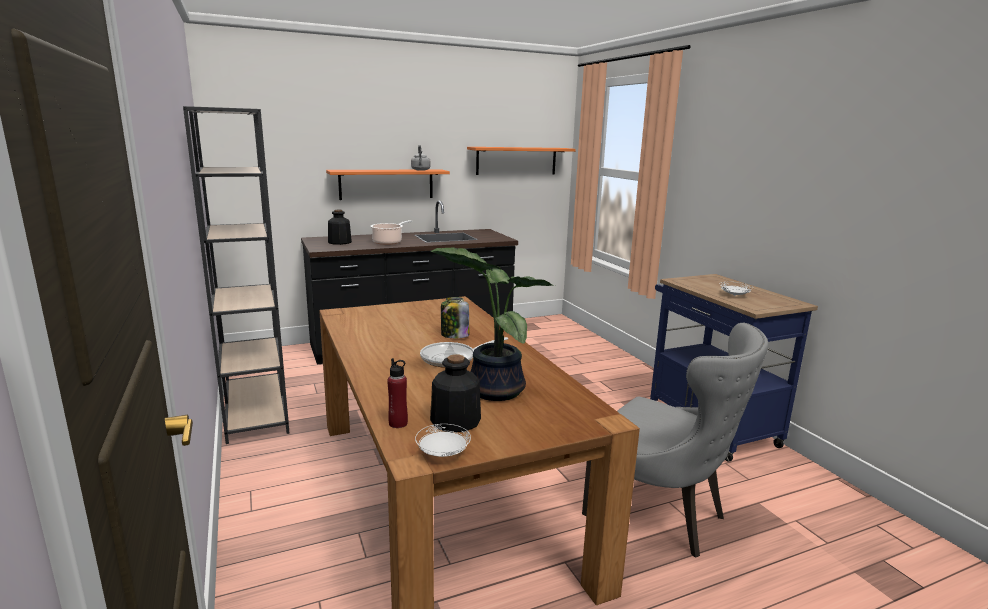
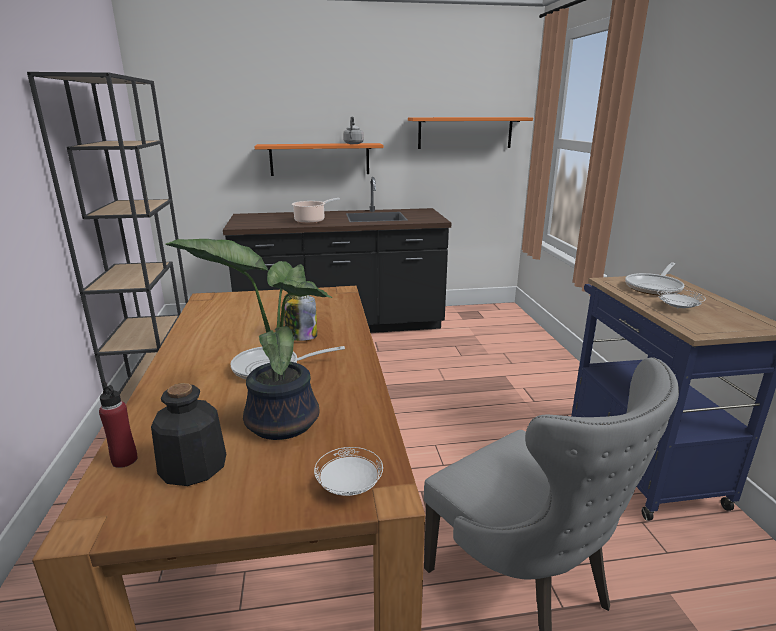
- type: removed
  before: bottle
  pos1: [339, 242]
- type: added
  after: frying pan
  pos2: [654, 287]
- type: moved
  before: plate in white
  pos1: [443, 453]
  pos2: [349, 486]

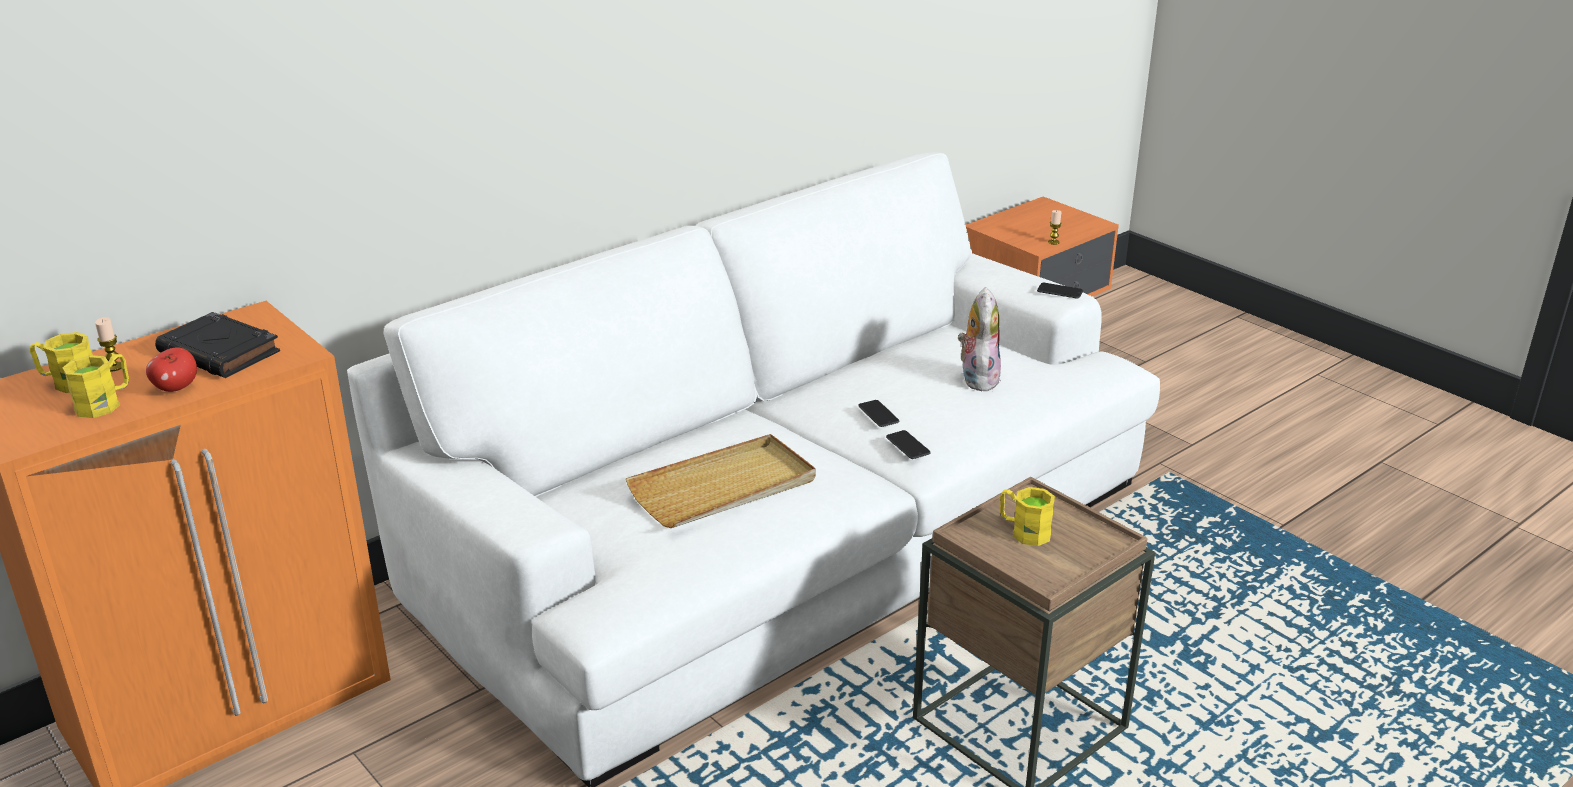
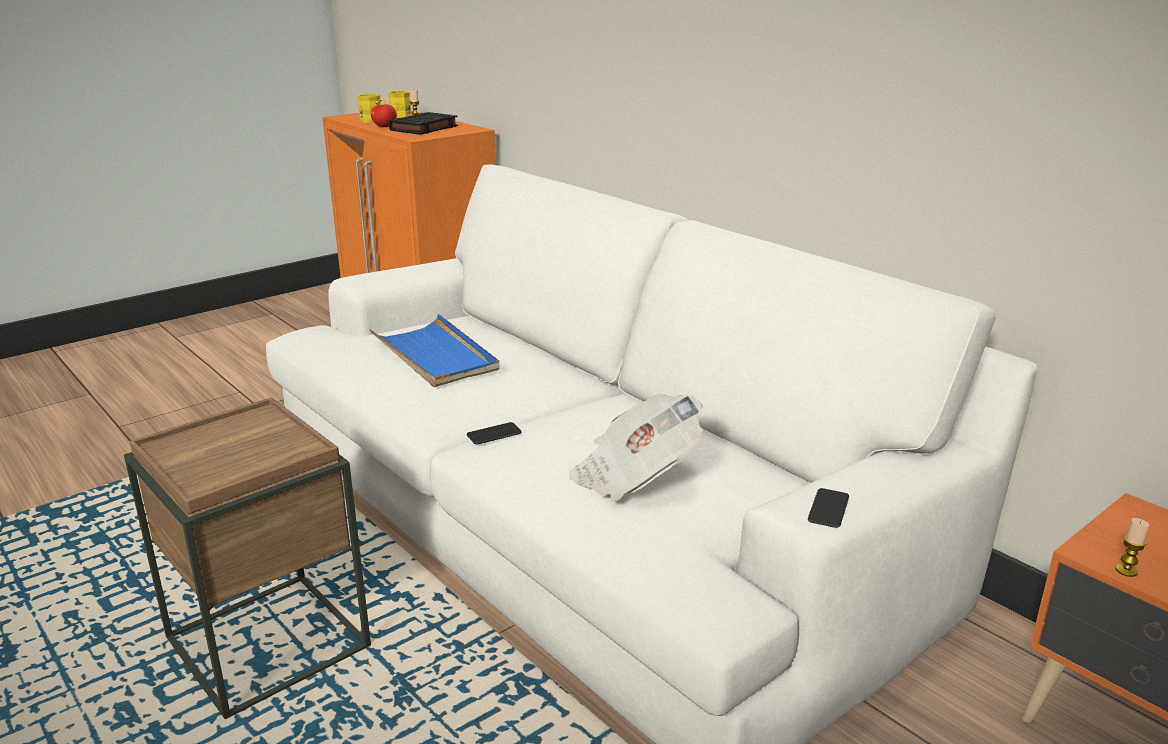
- type: removed
  before: phone
  pos1: [878, 414]
- type: removed
  before: mug in yellow
  pos1: [1023, 531]
- type: replaced
  before: plush toy
  after: newspaper
  pos1: [977, 378]
  pos2: [635, 475]
- type: recoloured
  before: tray in beige
  after: tray in blue
  pos1: [724, 487]
  pos2: [435, 355]

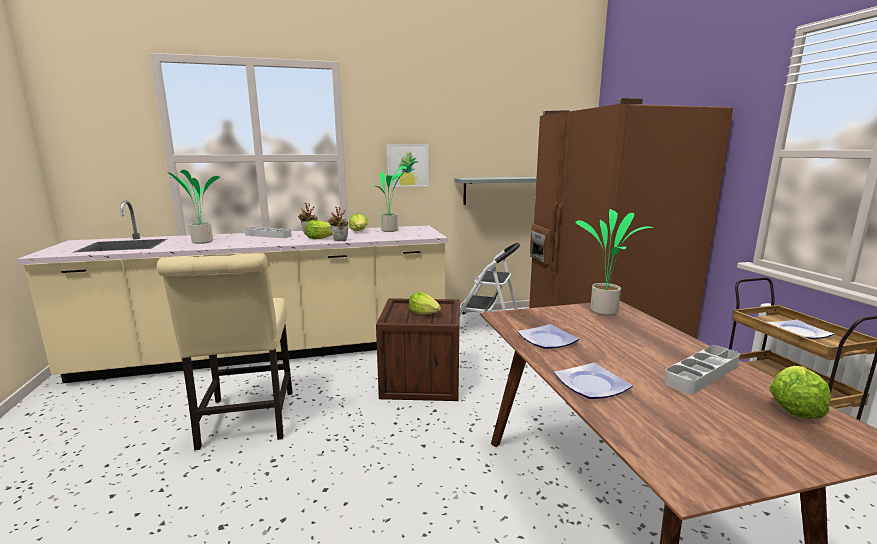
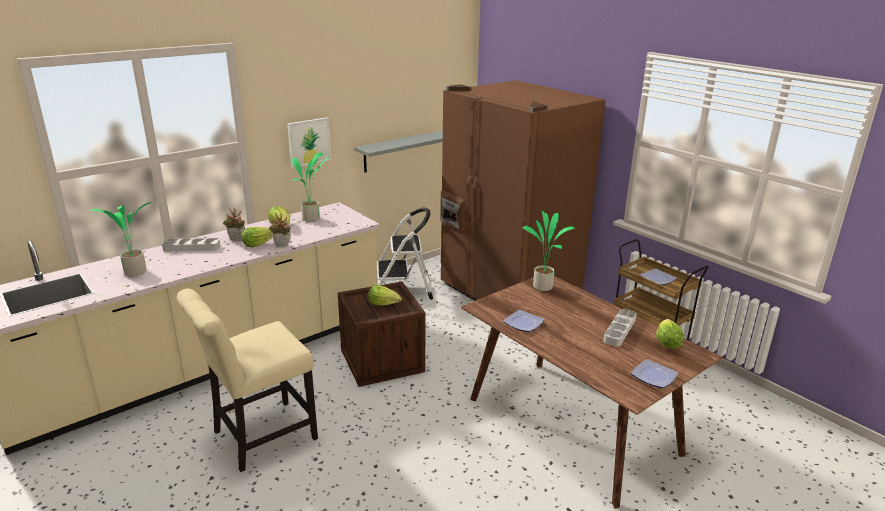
- type: moved
  before: plate
  pos1: [591, 384]
  pos2: [653, 376]
- type: turned
  before: chair in beige
  pos1: [246, 422]
  pos2: [259, 437]
  turn: 90

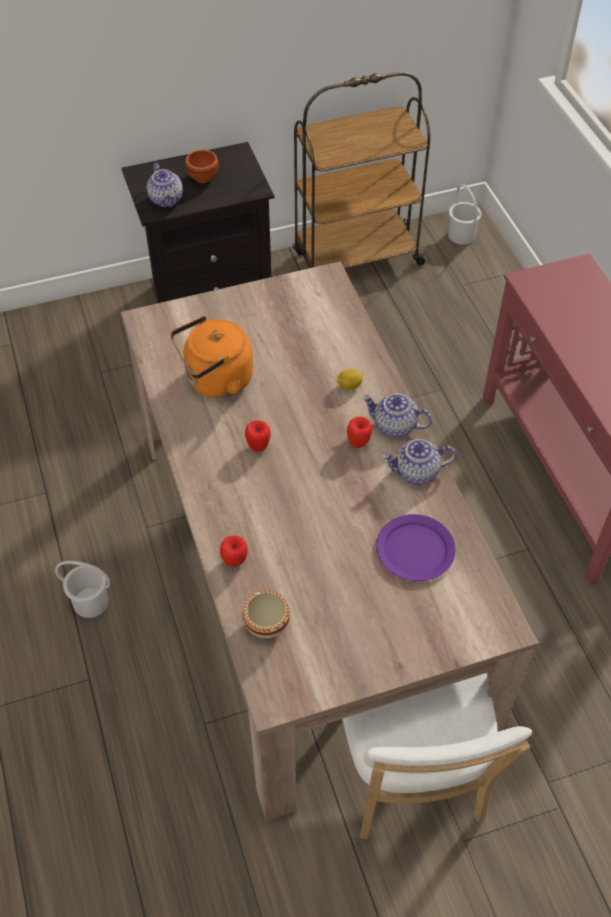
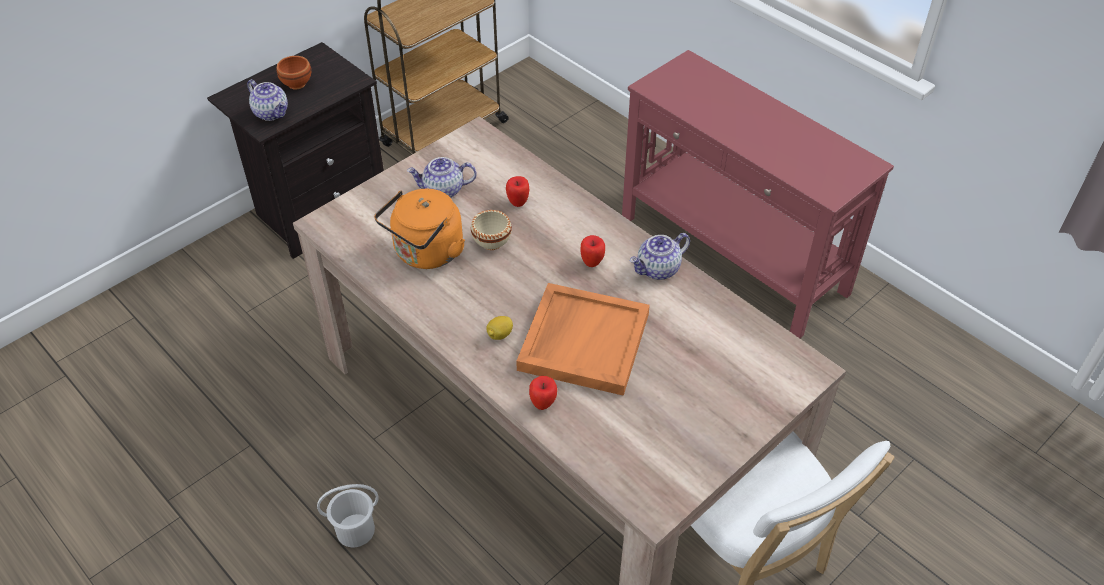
- type: removed
  before: plate in purple
  pos1: [415, 549]
- type: removed
  before: bucket in white
  pos1: [462, 235]
- type: added
  after: tray in orange
  pos2: [583, 340]
- type: moved
  before: bowl in beige
  pos1: [265, 626]
  pos2: [491, 243]
- type: moved
  before: apple
  pos1: [258, 446]
  pos2: [518, 202]
- type: moved
  before: lemon
  pos1: [349, 386]
  pos2: [499, 335]
- type: moved
  before: teapot
  pos1: [394, 426]
  pos2: [443, 190]

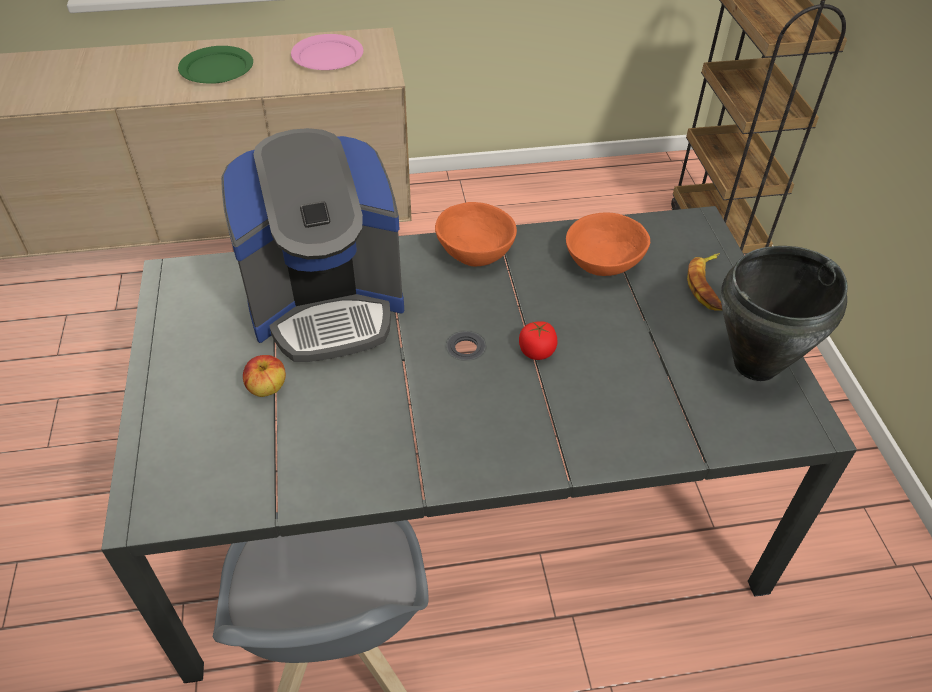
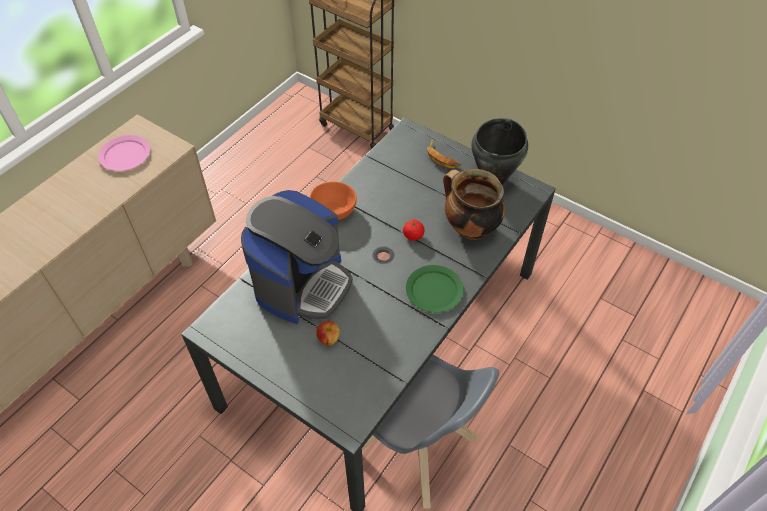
- type: removed
  before: bowl in orange
  pos1: [604, 262]
- type: added
  after: cooking pot
  pos2: [469, 228]
- type: moved
  before: plate in green
  pos1: [217, 69]
  pos2: [434, 290]

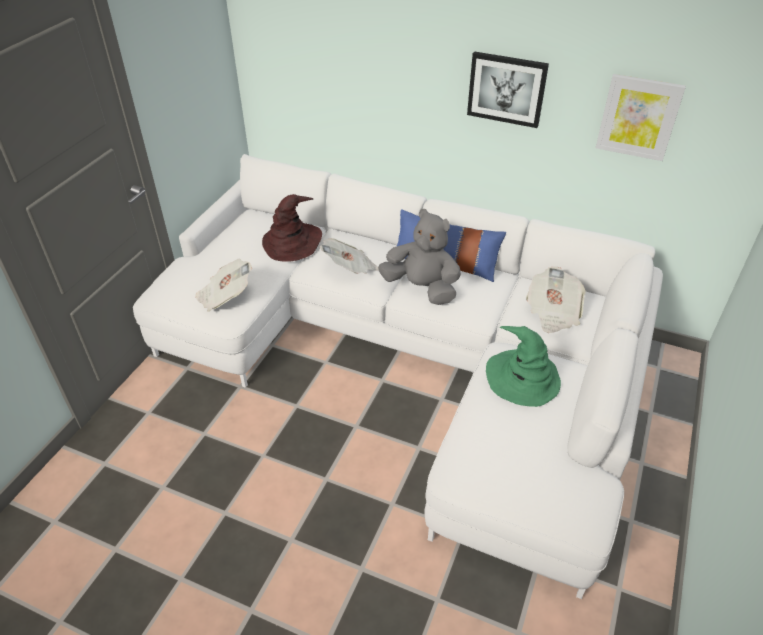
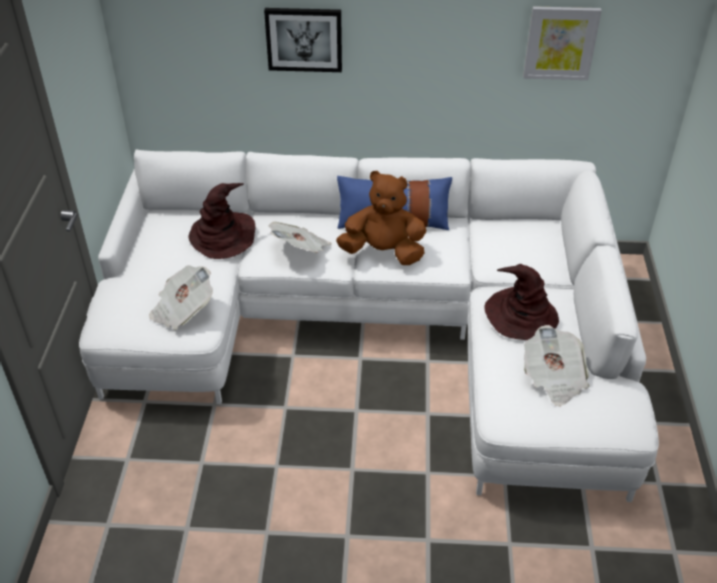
- type: moved
  before: picture
  pos1: [506, 89]
  pos2: [304, 39]
- type: moved
  before: newspaper
  pos1: [552, 313]
  pos2: [553, 378]
- type: recoloured
  before: plush toy in grey
  after: plush toy in brown
  pos1: [422, 288]
  pos2: [383, 252]
- type: recoloured
  before: hat in green
  after: hat in brown
  pos1: [523, 378]
  pos2: [520, 315]

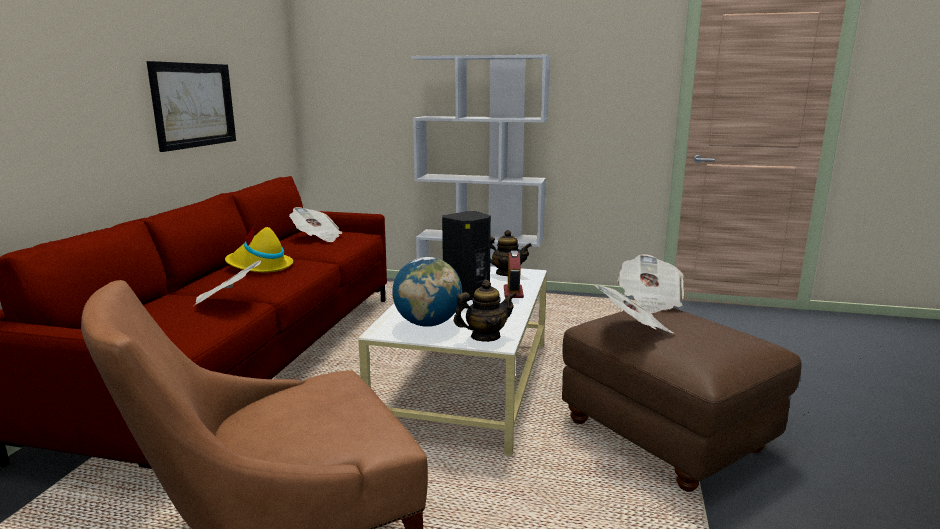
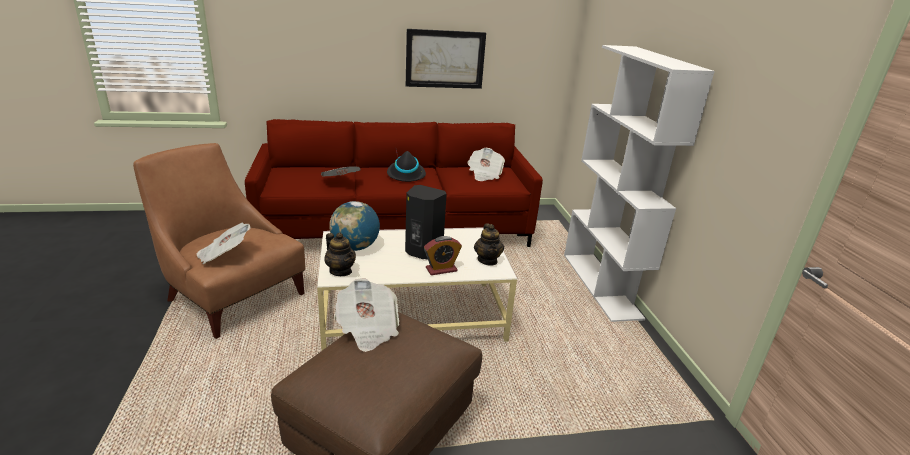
- type: moved
  before: newspaper
  pos1: [649, 301]
  pos2: [224, 255]
- type: recoloured
  before: hat in yellow
  after: hat in black
  pos1: [259, 266]
  pos2: [406, 174]

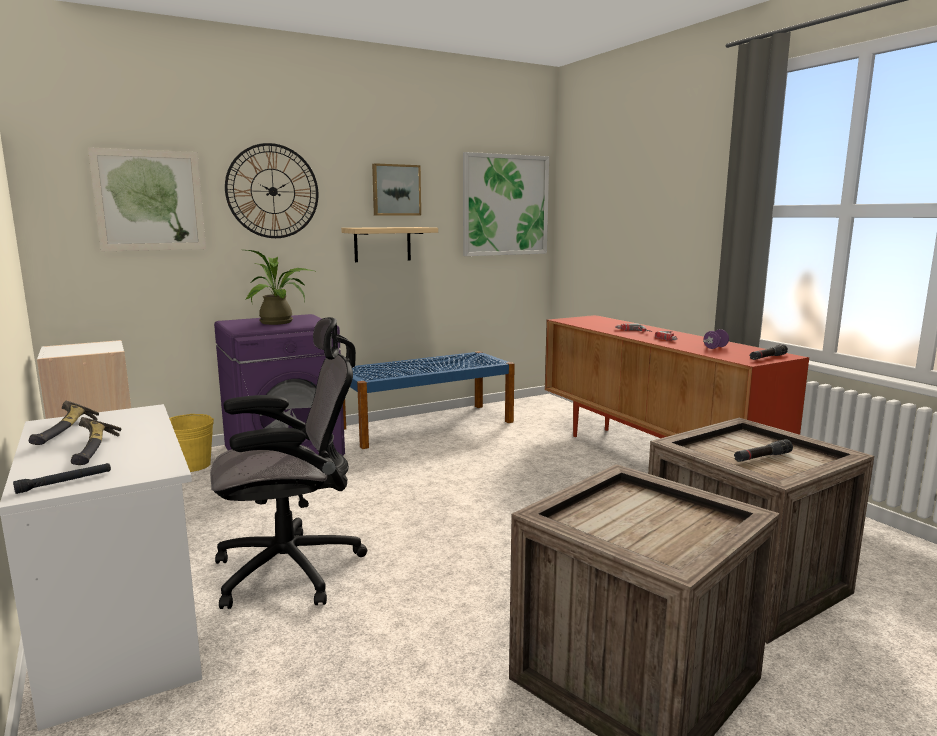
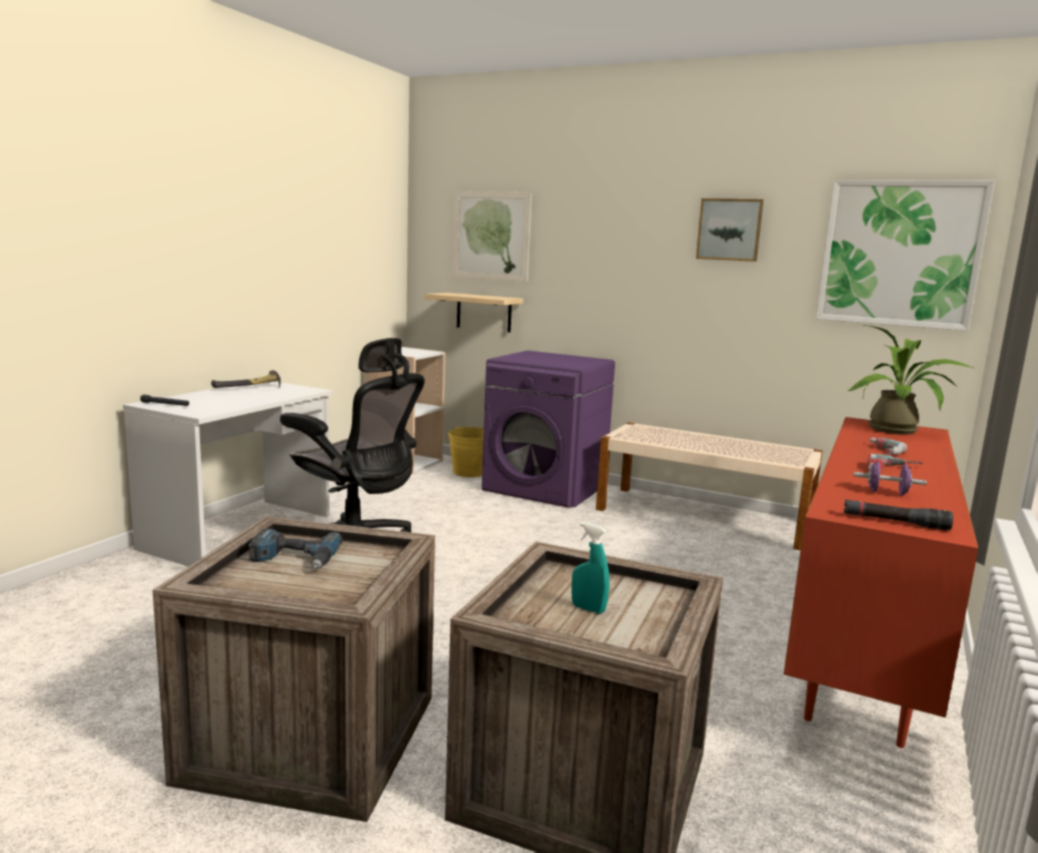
- type: removed
  before: hammer
  pos1: [96, 450]
- type: removed
  before: wall clock
  pos1: [273, 191]
- type: added
  after: power drill
  pos2: [294, 559]
- type: moved
  before: potted plant
  pos1: [281, 322]
  pos2: [899, 431]
- type: moved
  before: shelf
  pos1: [382, 244]
  pos2: [484, 312]
- type: replaced
  before: flashlight in black
  after: spray bottle in turquoise
  pos1: [762, 457]
  pos2: [588, 609]
- type: recoloured
  before: bench in blue
  after: bench in beige
  pos1: [426, 425]
  pos2: [703, 516]

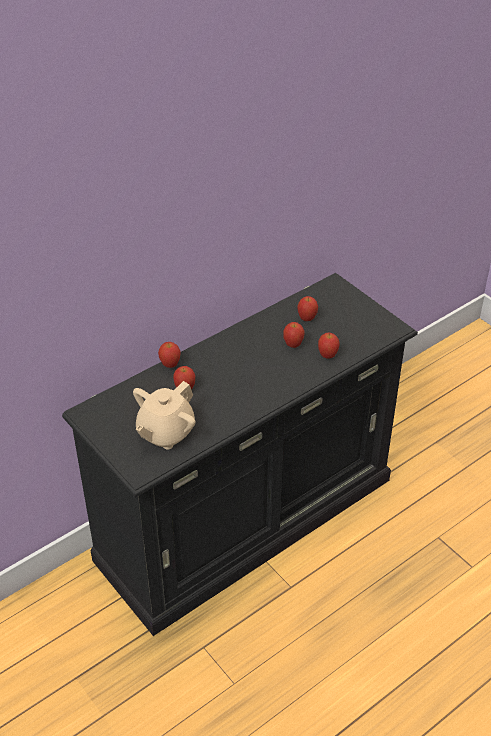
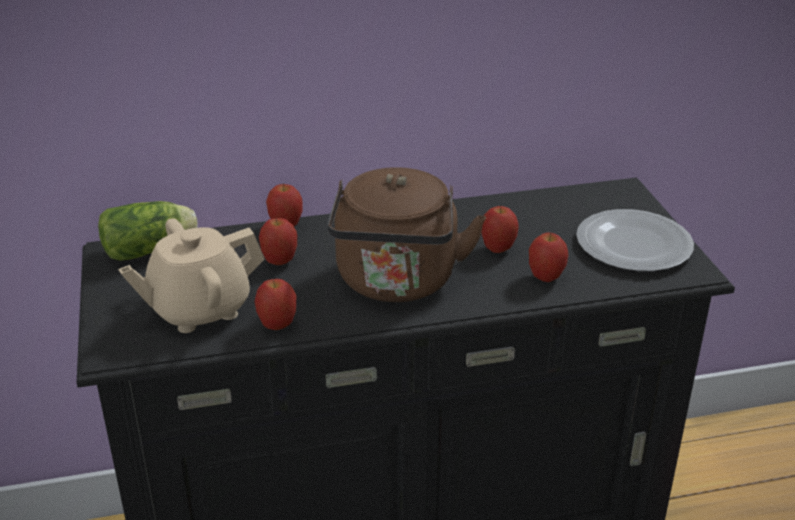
- type: added
  after: lettuce
  pos2: [152, 249]
- type: added
  after: kettle in brown
  pos2: [397, 283]
- type: added
  after: plate
  pos2: [632, 245]
- type: moved
  before: apple
  pos1: [307, 318]
  pos2: [277, 326]

